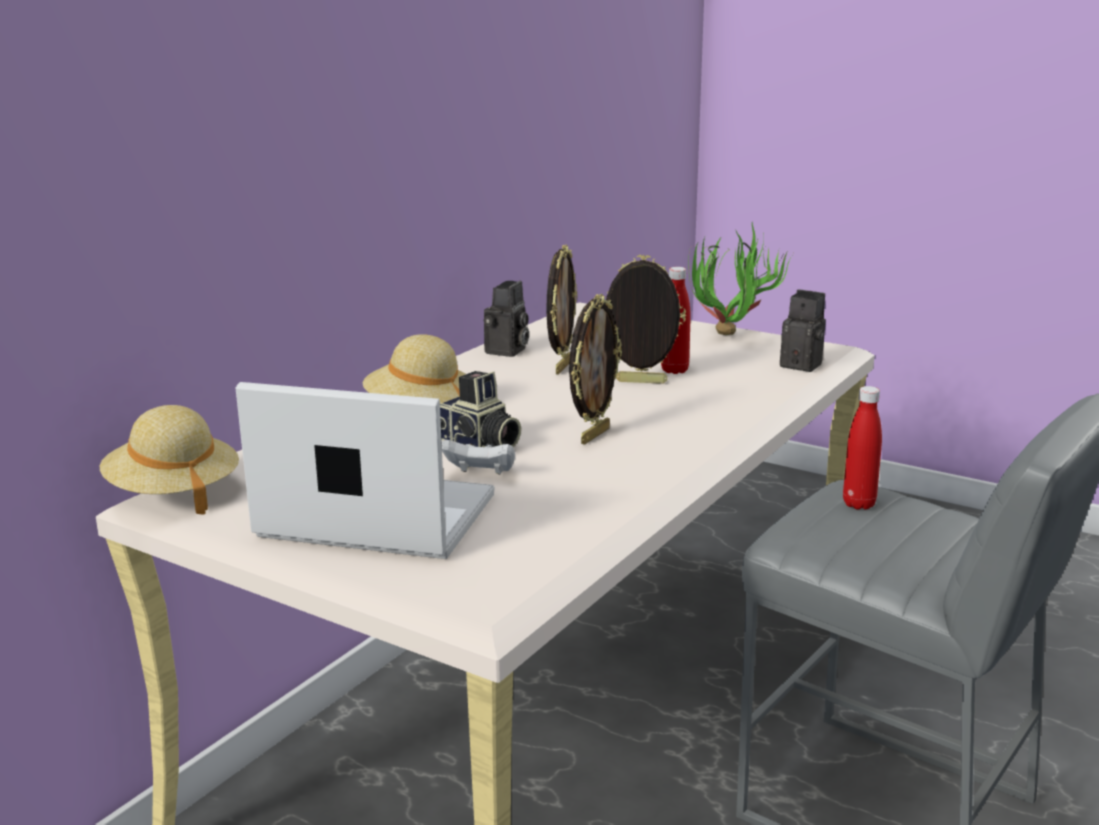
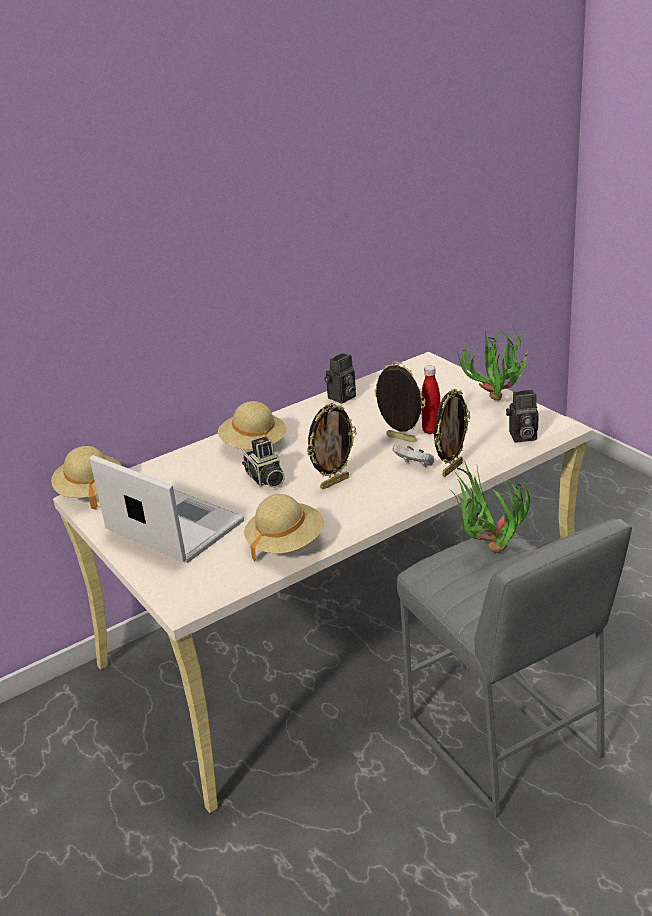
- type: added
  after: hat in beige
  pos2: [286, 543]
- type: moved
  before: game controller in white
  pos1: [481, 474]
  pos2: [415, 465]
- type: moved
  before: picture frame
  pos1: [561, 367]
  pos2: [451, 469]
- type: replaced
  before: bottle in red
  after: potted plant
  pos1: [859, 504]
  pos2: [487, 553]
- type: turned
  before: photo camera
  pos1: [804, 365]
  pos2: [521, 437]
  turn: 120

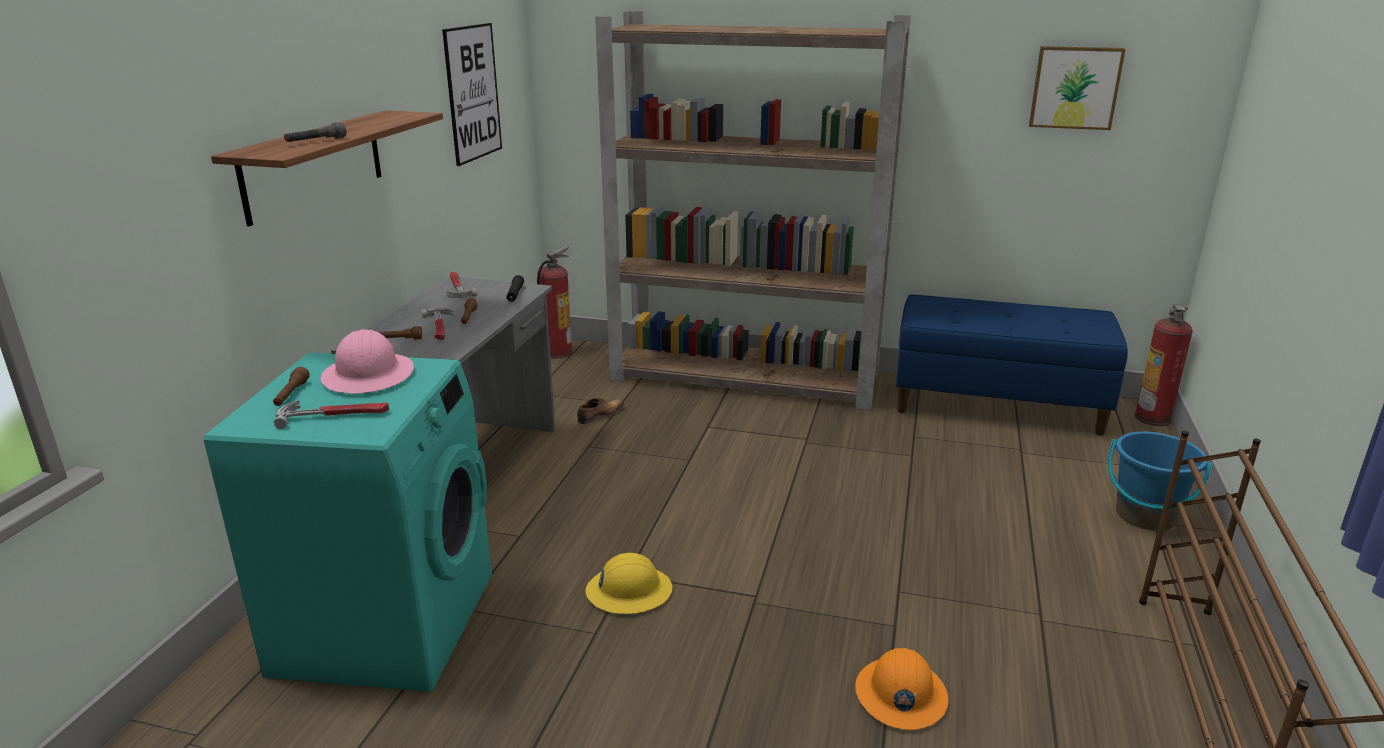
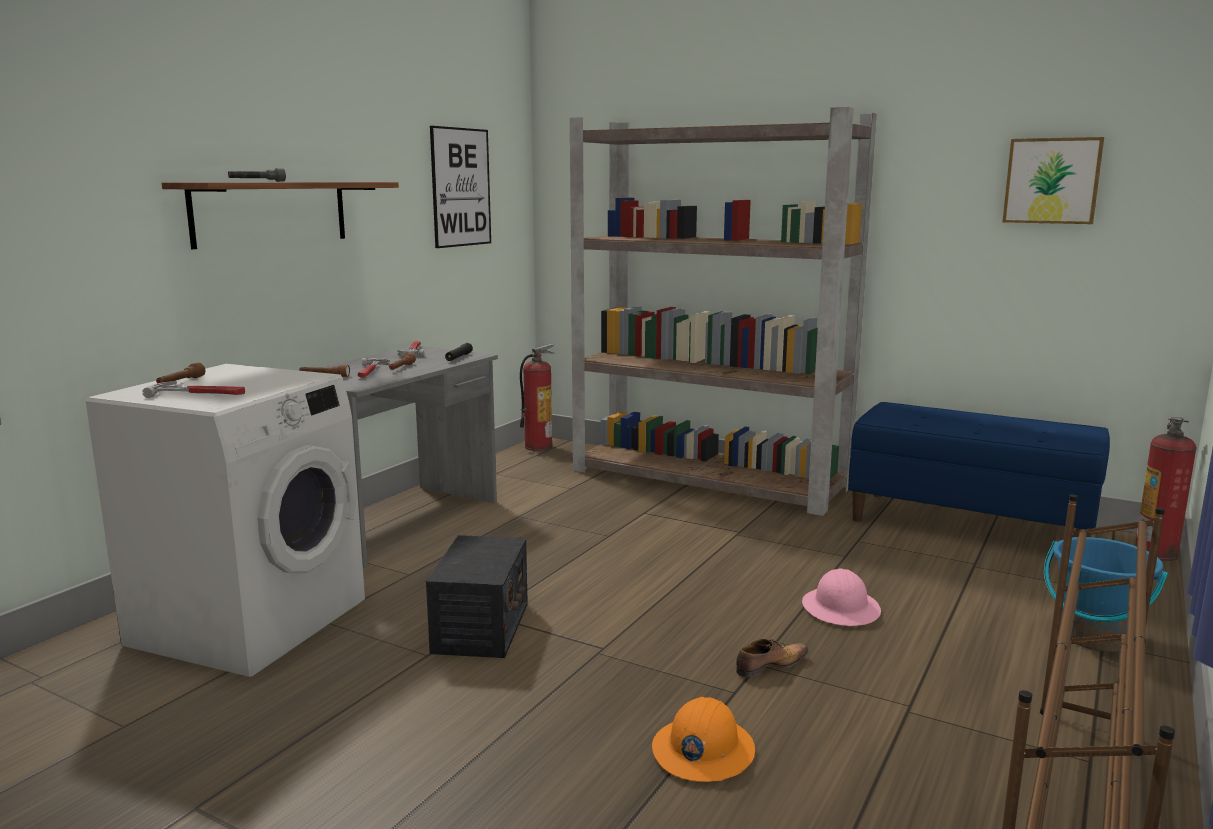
- type: moved
  before: hard hat in pink
  pos1: [369, 375]
  pos2: [841, 609]
- type: moved
  before: shoe
  pos1: [599, 415]
  pos2: [769, 666]
- type: replaced
  before: hard hat in yellow
  after: radio
  pos1: [629, 591]
  pos2: [481, 628]
- type: recoloured
  before: washing machine in turquoise
  after: washing machine in white
  pos1: [390, 621]
  pos2: [253, 621]

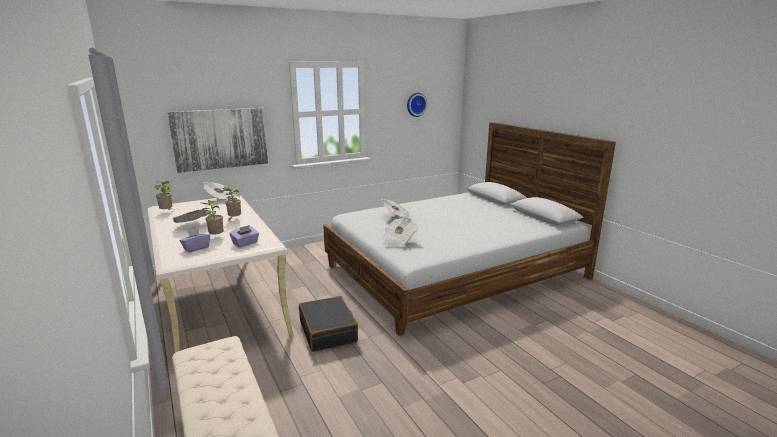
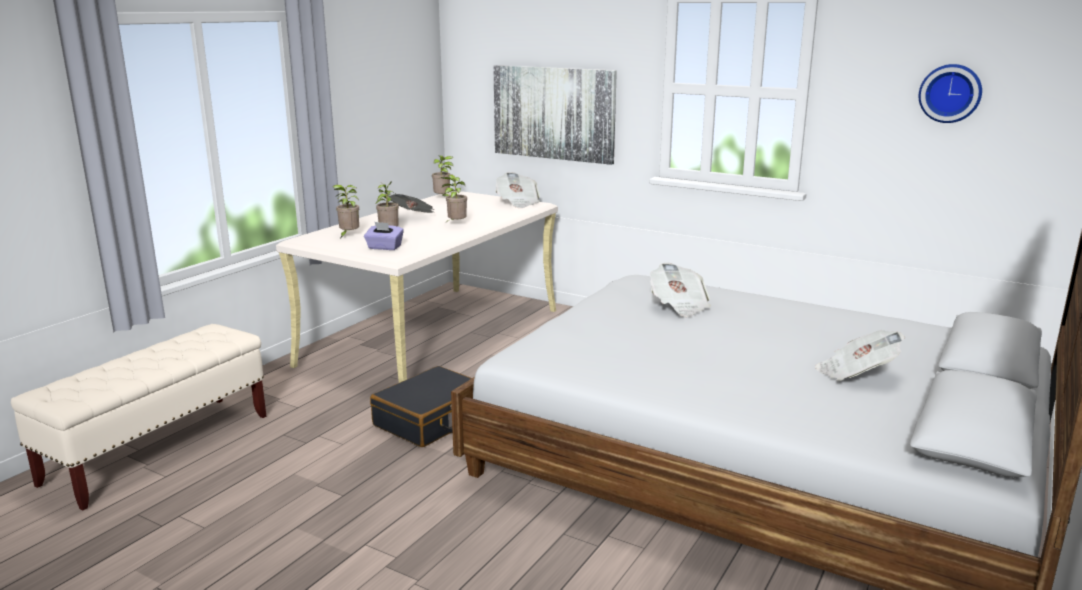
- type: moved
  before: newspaper
  pos1: [398, 241]
  pos2: [856, 374]
- type: replaced
  before: tissue box in purple
  after: potted plant
  pos1: [196, 248]
  pos2: [348, 235]

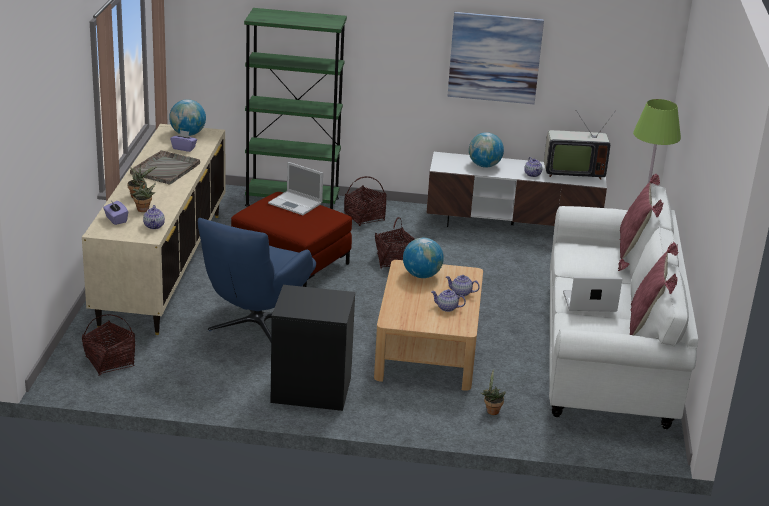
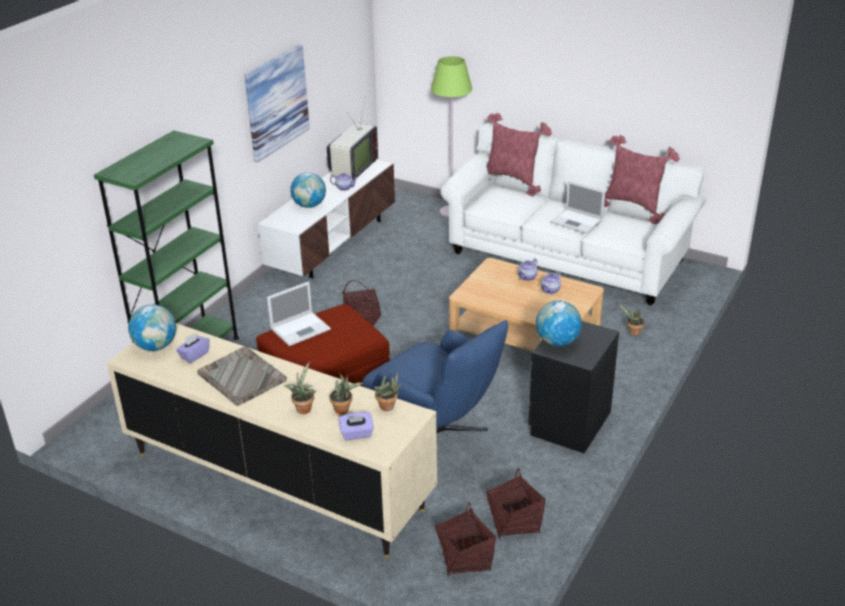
- type: moved
  before: basket
  pos1: [364, 218]
  pos2: [514, 521]
- type: moved
  before: globe
  pos1: [421, 275]
  pos2: [557, 341]
- type: replaced
  before: teapot
  after: potted plant
  pos1: [154, 226]
  pos2: [388, 407]
- type: turned
  before: laptop
  pos1: [588, 302]
  pos2: [577, 221]
  turn: -75

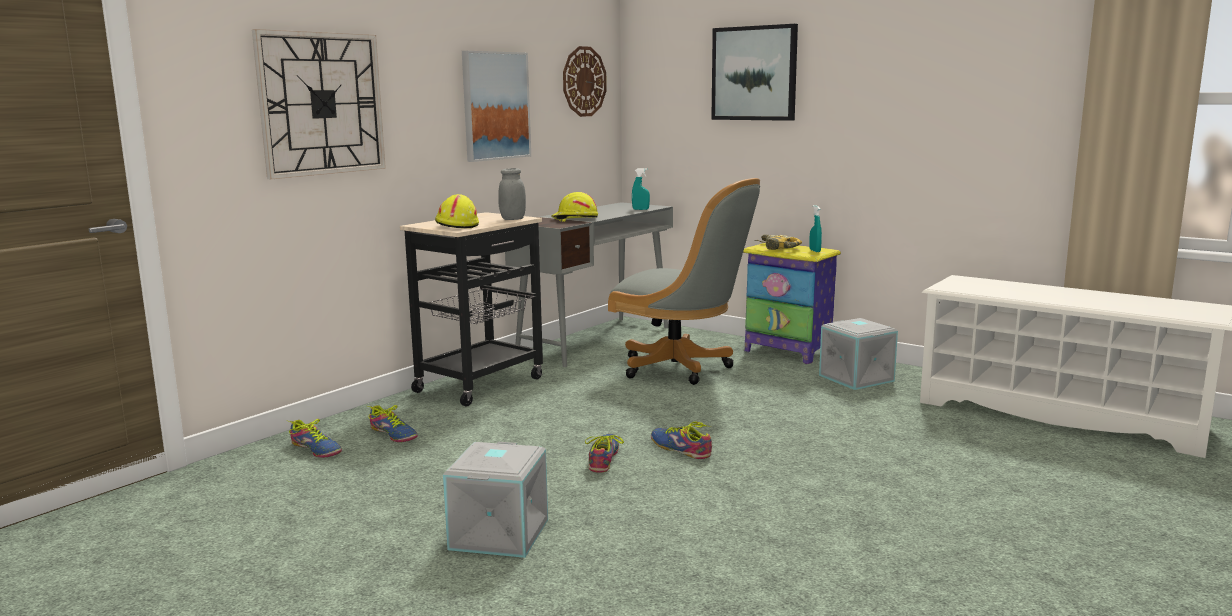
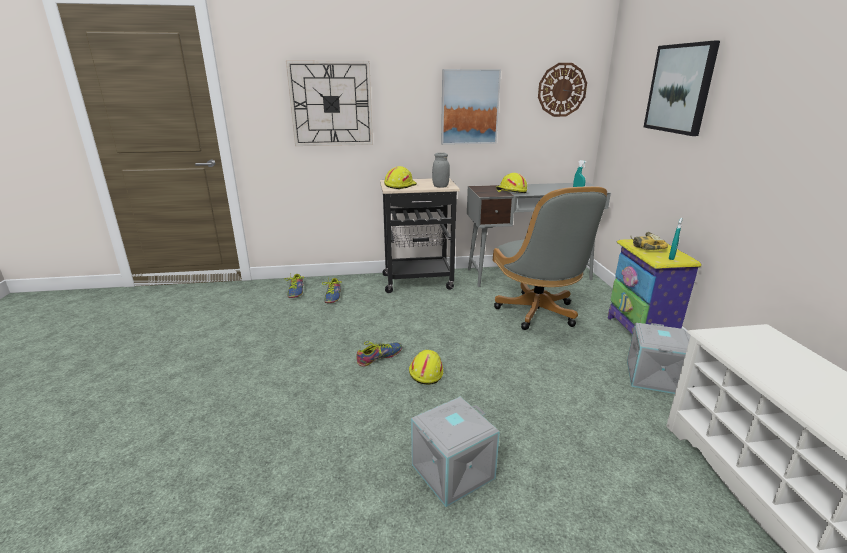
- type: moved
  before: storage box in grey
  pos1: [501, 535]
  pos2: [453, 472]
- type: replaced
  before: shoe
  after: hard hat in yellow
  pos1: [680, 449]
  pos2: [425, 372]

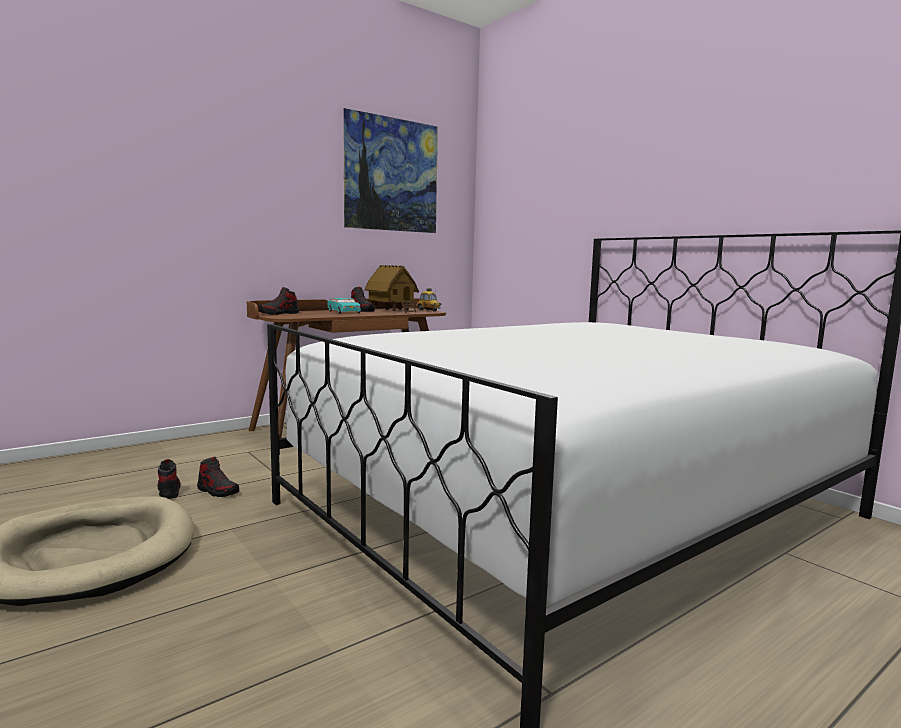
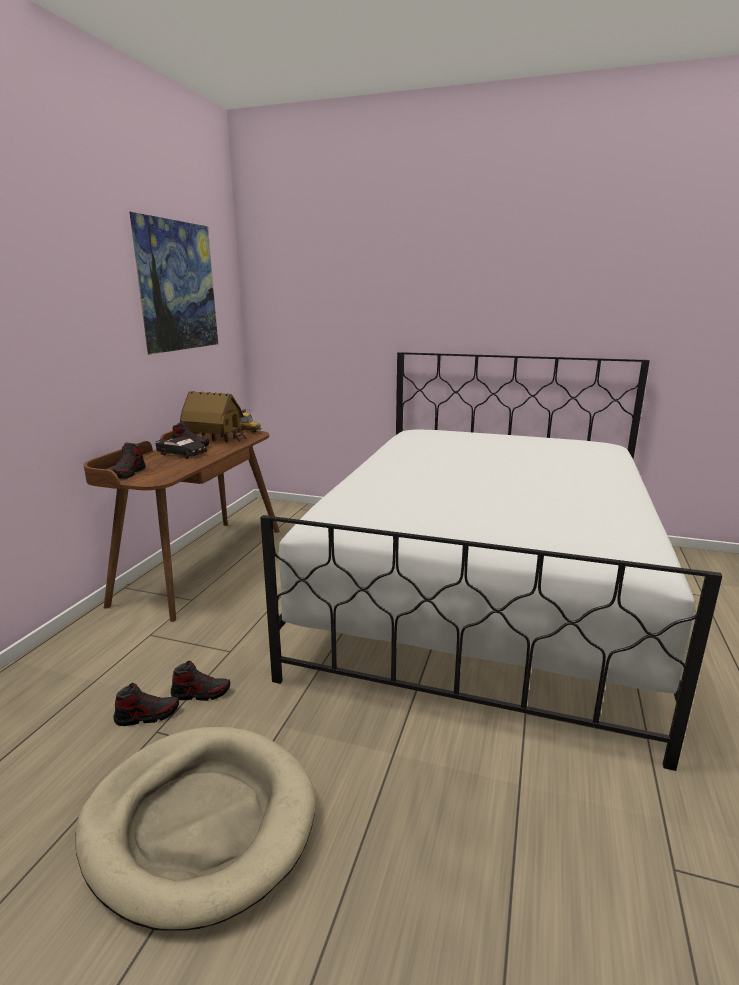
- type: recoloured
  before: toy car in turquoise
  after: toy car in black
  pos1: [344, 312]
  pos2: [181, 454]
- type: turned
  before: shoe
  pos1: [168, 490]
  pos2: [147, 715]
  turn: 135

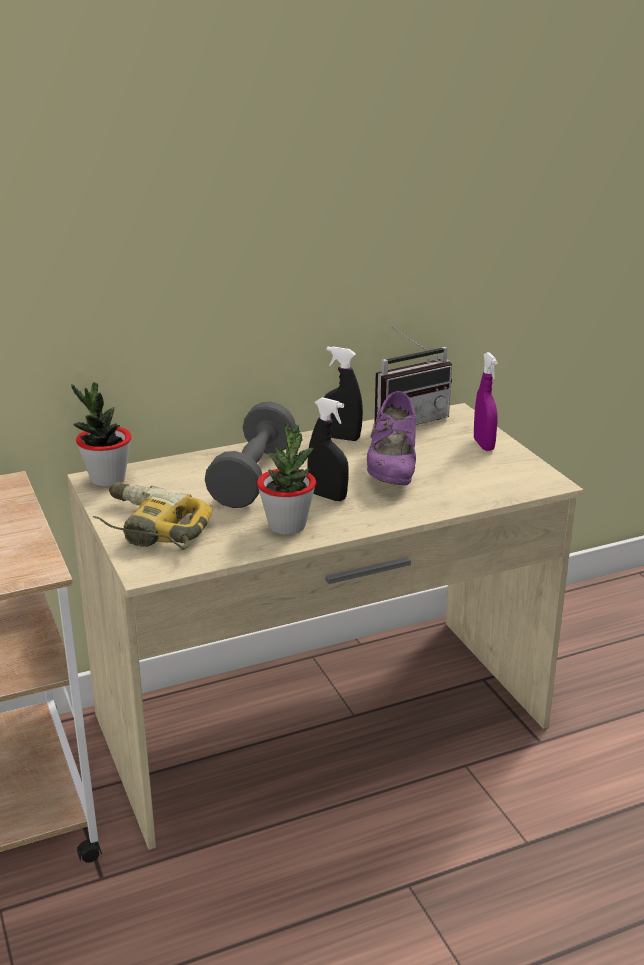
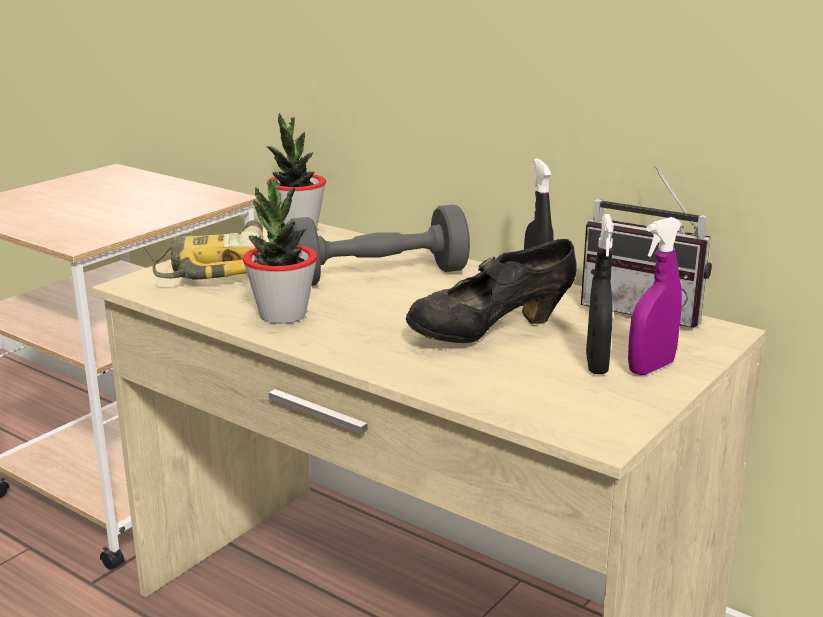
- type: moved
  before: spray bottle in black
  pos1: [328, 496]
  pos2: [596, 365]
- type: recoloured
  before: shoe in purple
  after: shoe in black
  pos1: [392, 470]
  pos2: [490, 333]

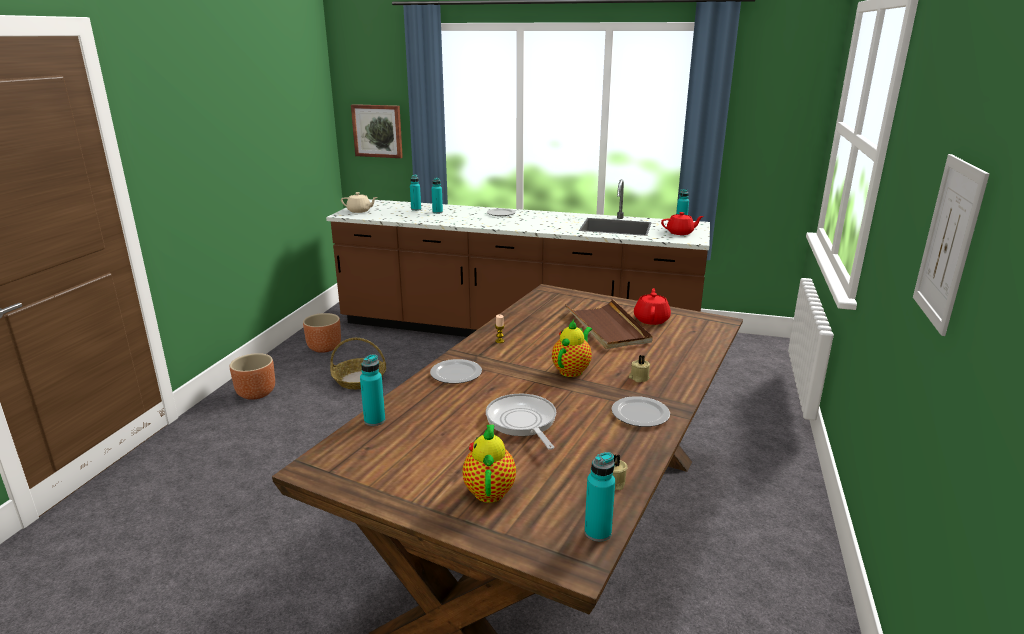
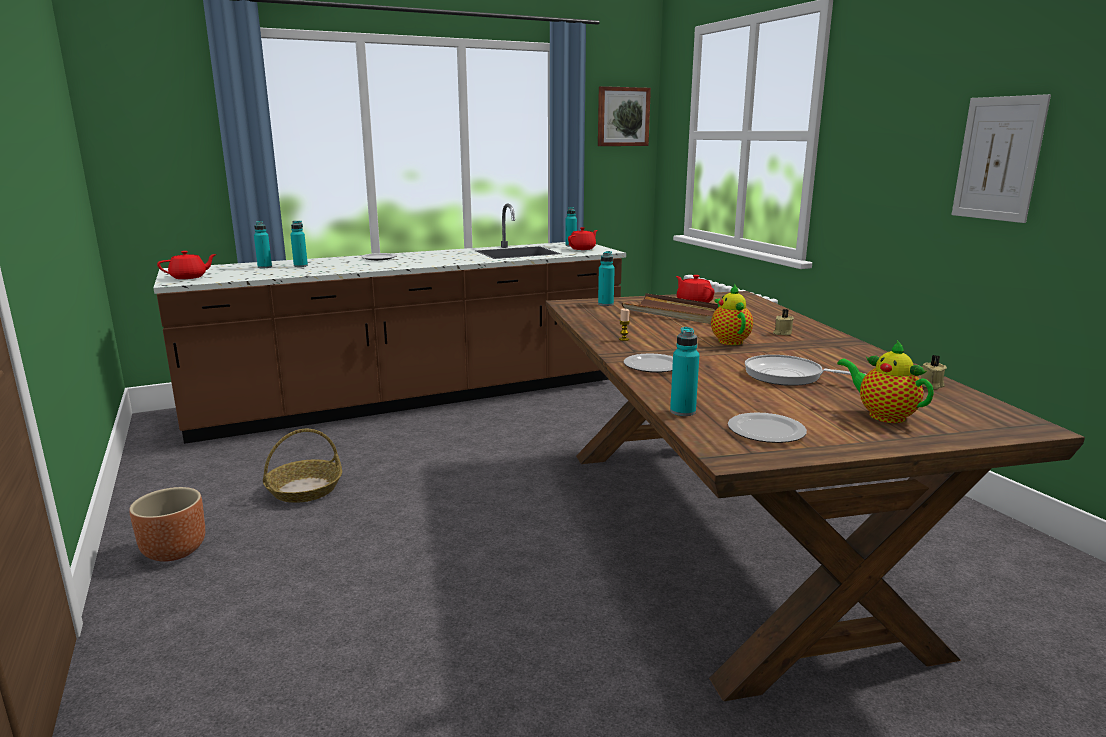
- type: removed
  before: planter in brown
  pos1: [325, 348]
- type: moved
  before: picture
  pos1: [378, 131]
  pos2: [622, 117]
- type: moved
  before: bottle in turquoise
  pos1: [598, 532]
  pos2: [605, 304]
- type: moved
  before: plate
  pos1: [641, 414]
  pos2: [766, 431]
- type: recoloured
  before: teapot in beige
  after: teapot in red
  pos1: [359, 211]
  pos2: [189, 277]

